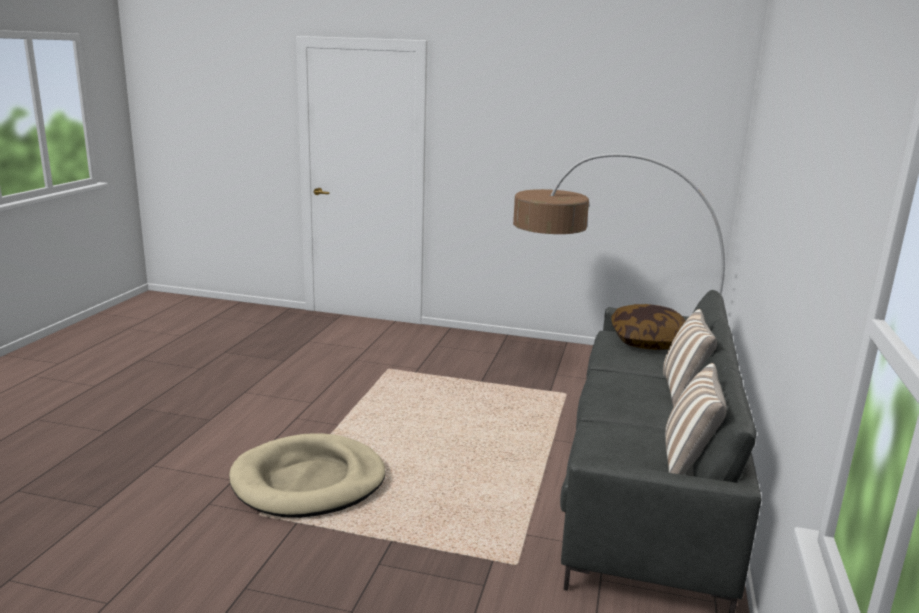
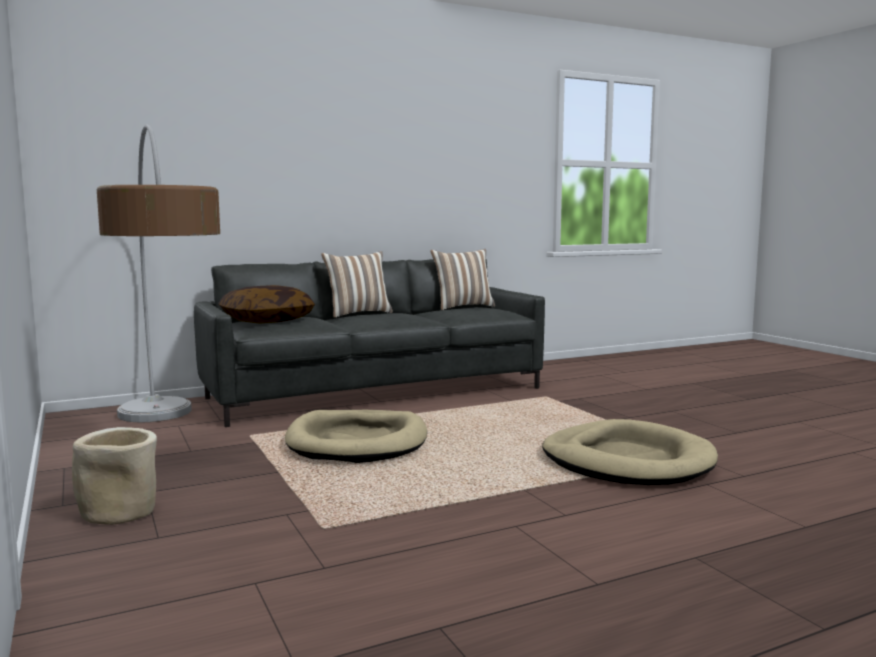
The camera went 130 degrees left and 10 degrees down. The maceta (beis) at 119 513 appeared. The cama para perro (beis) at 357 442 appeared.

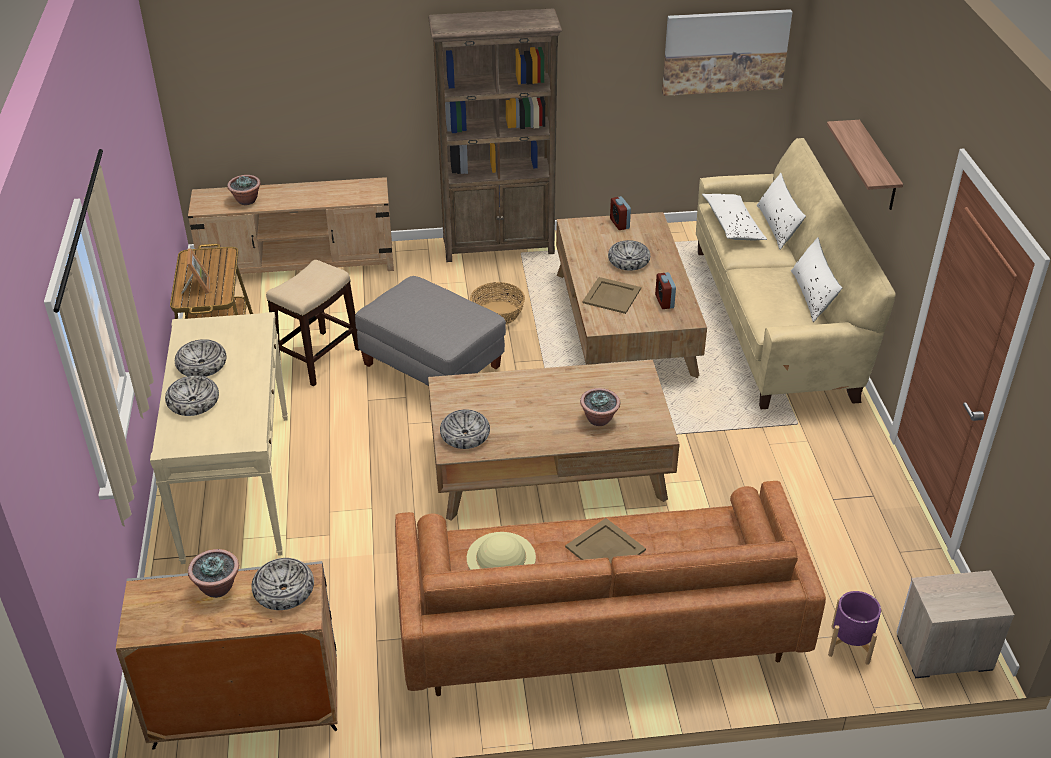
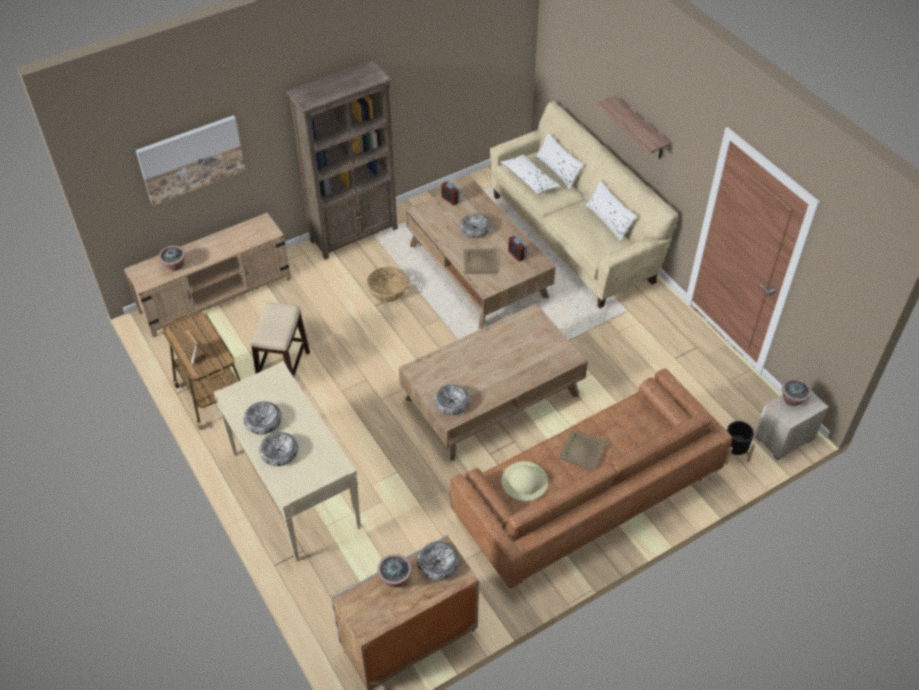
The camera went 25 degrees left and 10 degrees up. The puf (gris) at 432 367 disappeared. The planta en maceta moved from 599 419 to 792 400. The cuadro moved from 725 51 to 191 159. The maceta (morado) at 850 645 became the maceta (negro) at 733 453.

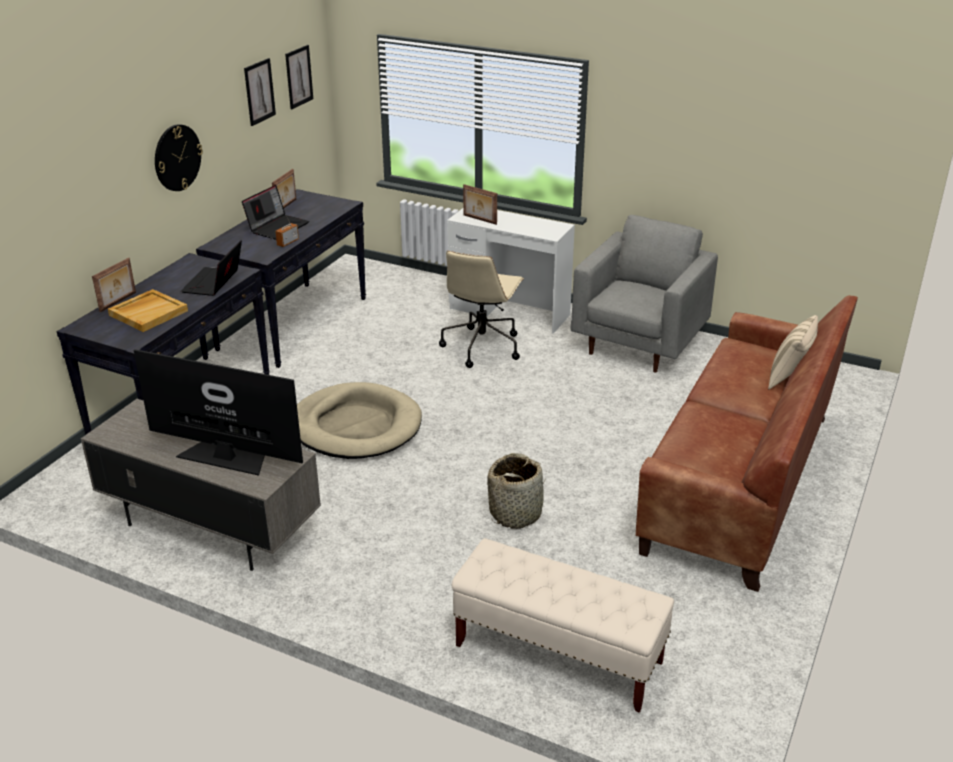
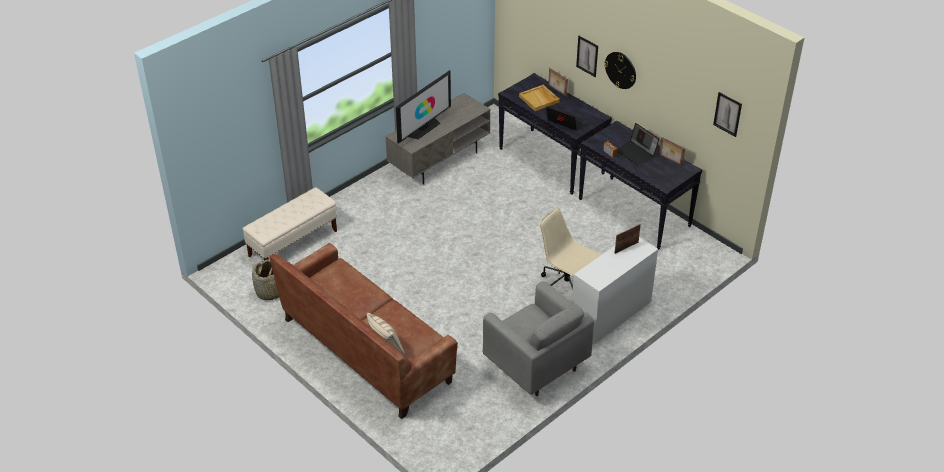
The camera went 110 degrees right and 10 degrees up. The cama para perro (beis) at 355 426 disappeared. The cuadro moved from 259 91 to 587 56. The cesta moved from 516 513 to 270 292.

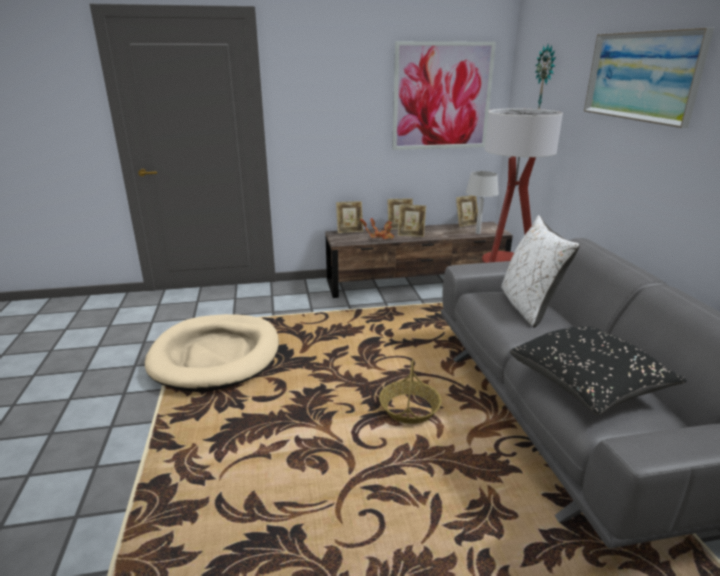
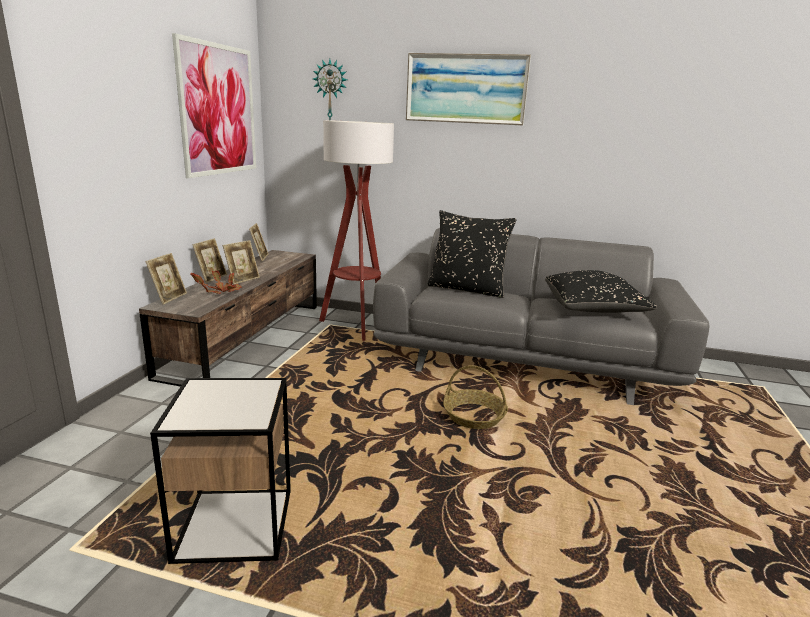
The camera went 65 degrees left and 5 degrees down. The lámpara de mesa (gris) at 477 233 disappeared. The cama para perro (beis) at 216 356 was replaced by the mesa auxiliar at 235 525. The cojín (blanco) at 528 306 became the cojín (negro) at 467 289.

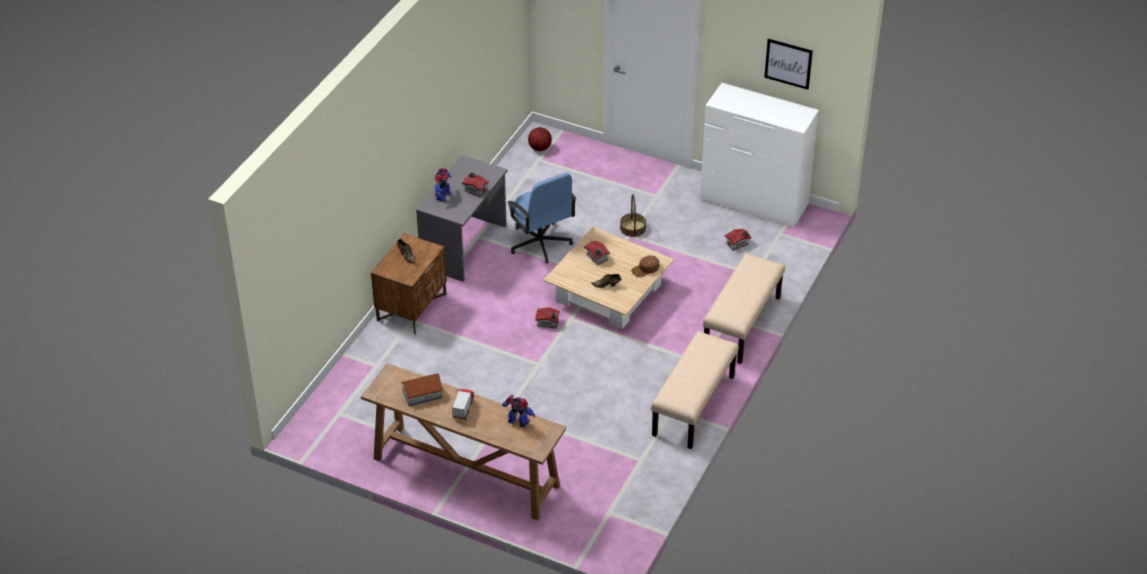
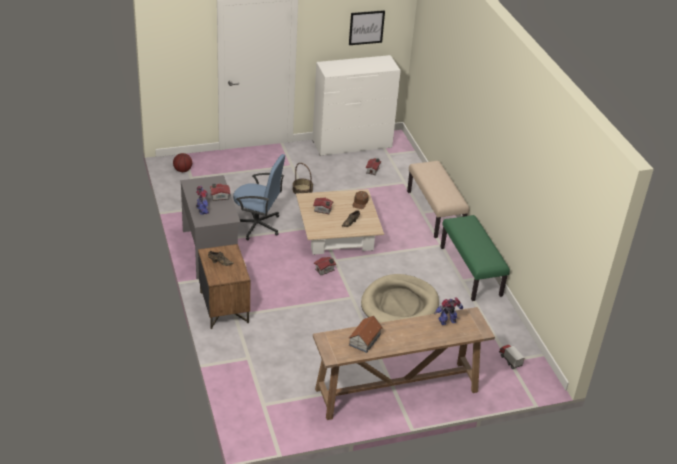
The camera went 45 degrees left and 5 degrees down. The cama para perro (beis) at 400 305 appeared. The camión de juguete moved from 463 409 to 510 360. The banco (beis) at 694 406 became the banco (verde) at 471 271.

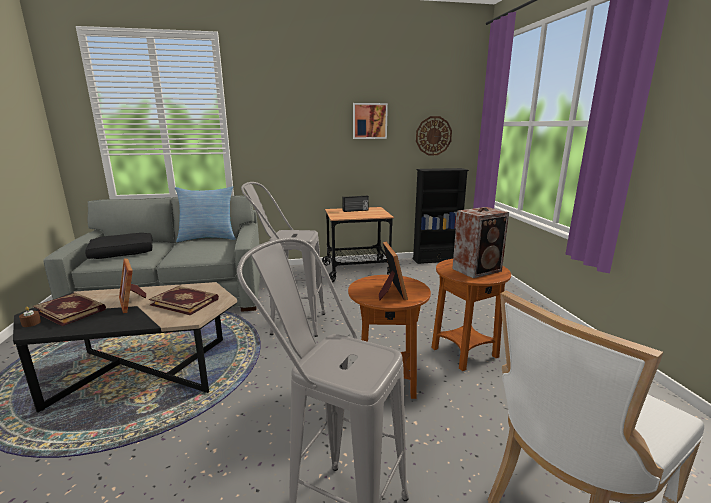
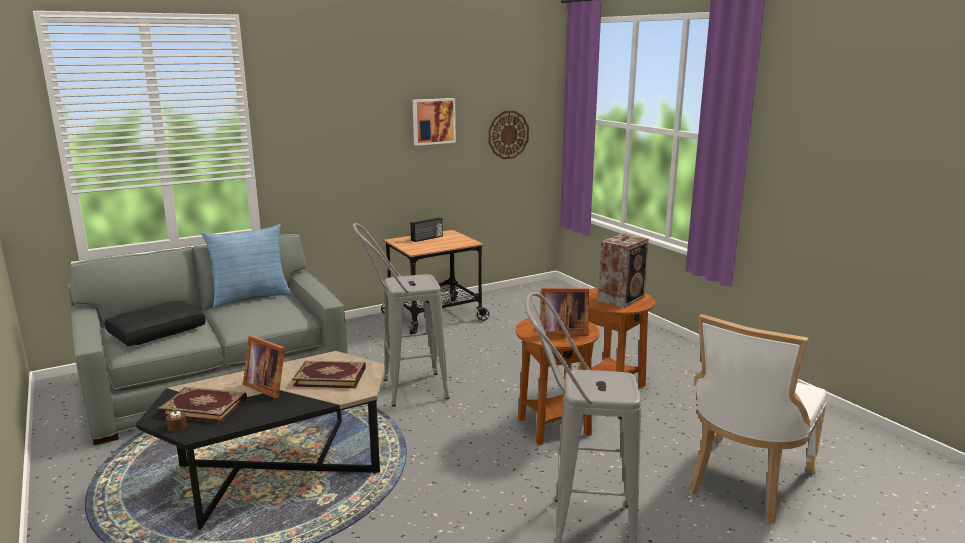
The camera went 20 degrees left and 0 degrees up. The estantería (negro) at 436 259 disappeared. The portarretratos at 390 292 turned 120 degrees clockwise.

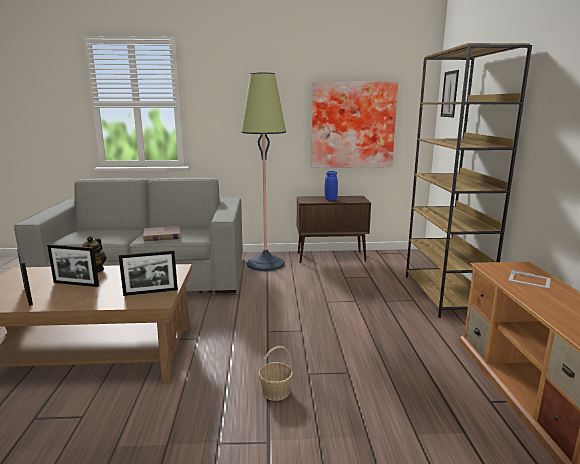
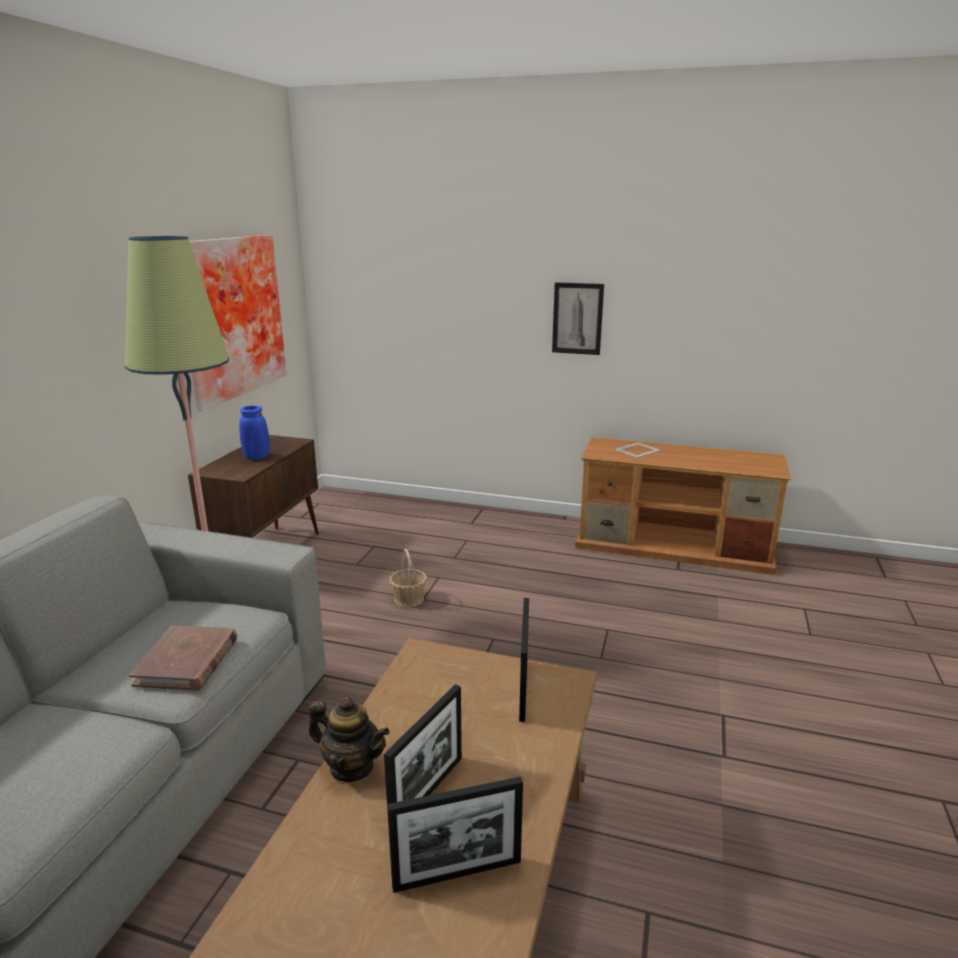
The camera went 70 degrees left and 5 degrees up. The estantería (marrón) at 445 294 disappeared. The cesta moved from 275 391 to 408 599. The cuadro moved from 449 94 to 577 318.

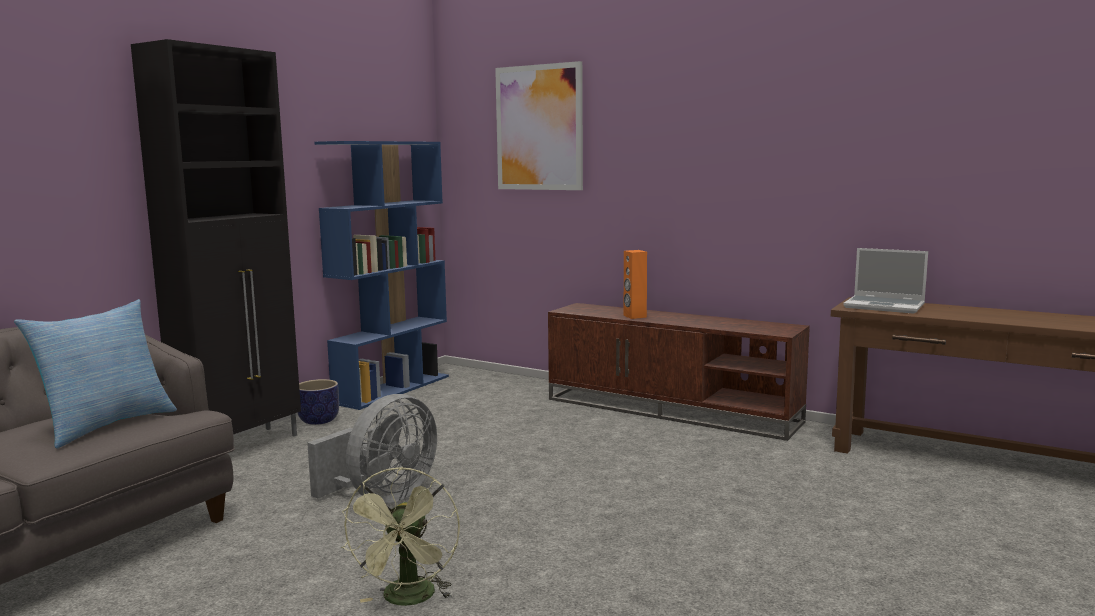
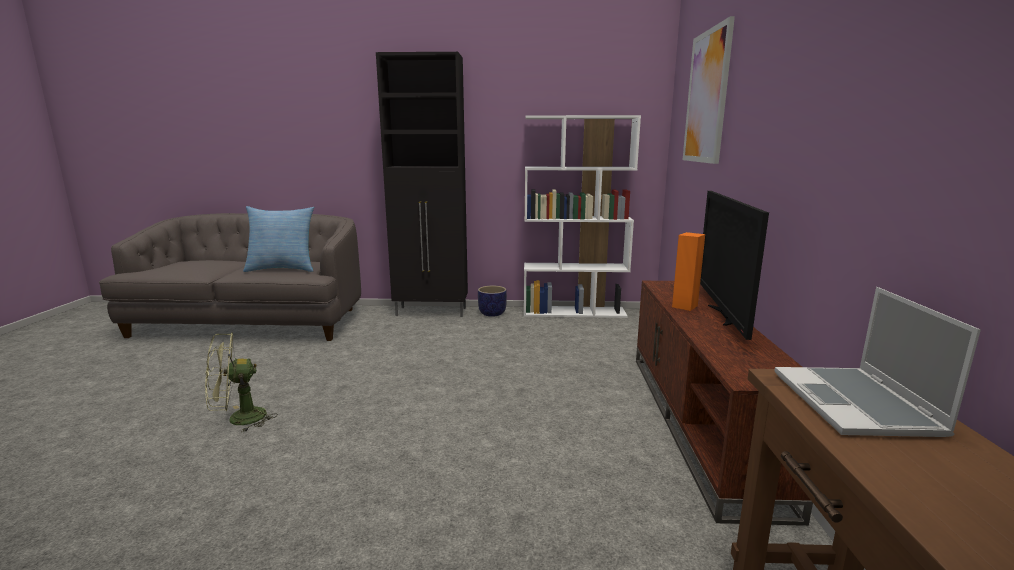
The camera went 60 degrees right and 5 degrees up. The ventilador (gris) at 383 497 disappeared. The televisor at 722 315 appeared. The estantería (azul) at 393 389 became the estantería (blanco) at 574 312.

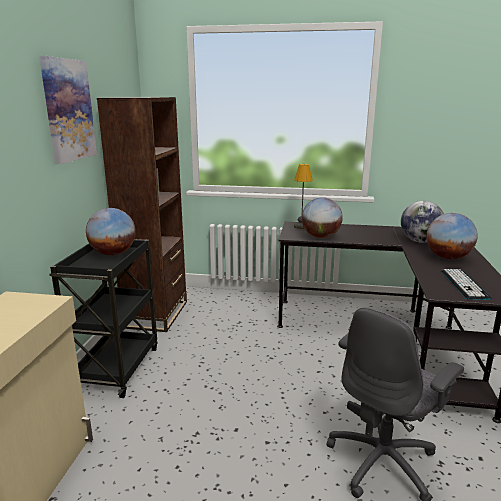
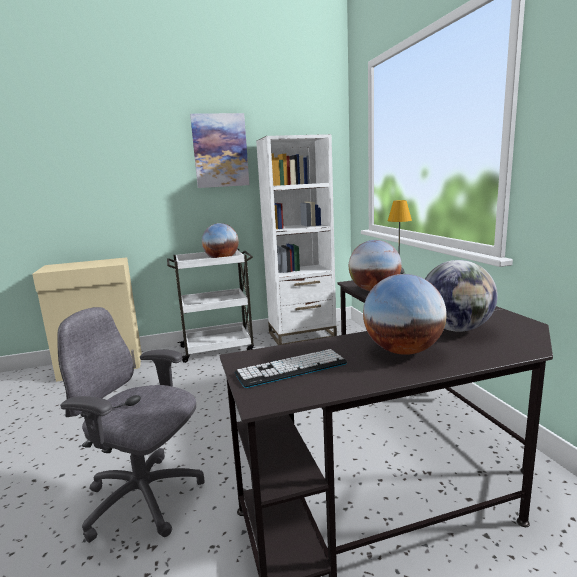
The camera went 65 degrees right and 5 degrees down. The carrito (negro) at 117 367 became the carrito (blanco) at 218 349. The estantería (marrón) at 156 314 became the estantería (blanco) at 302 335.

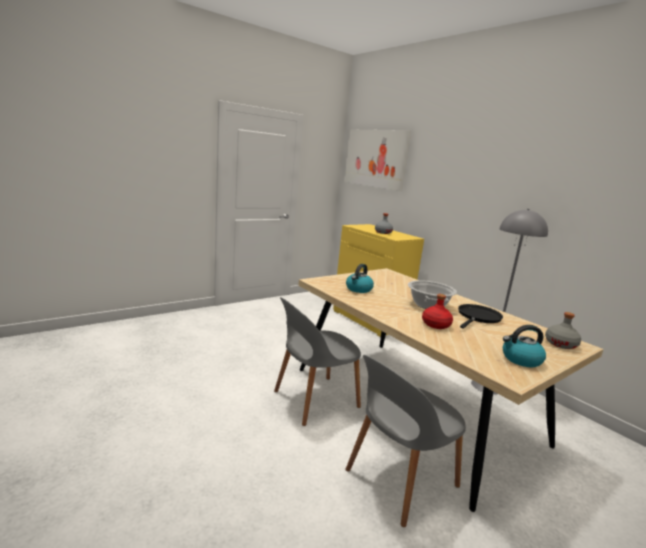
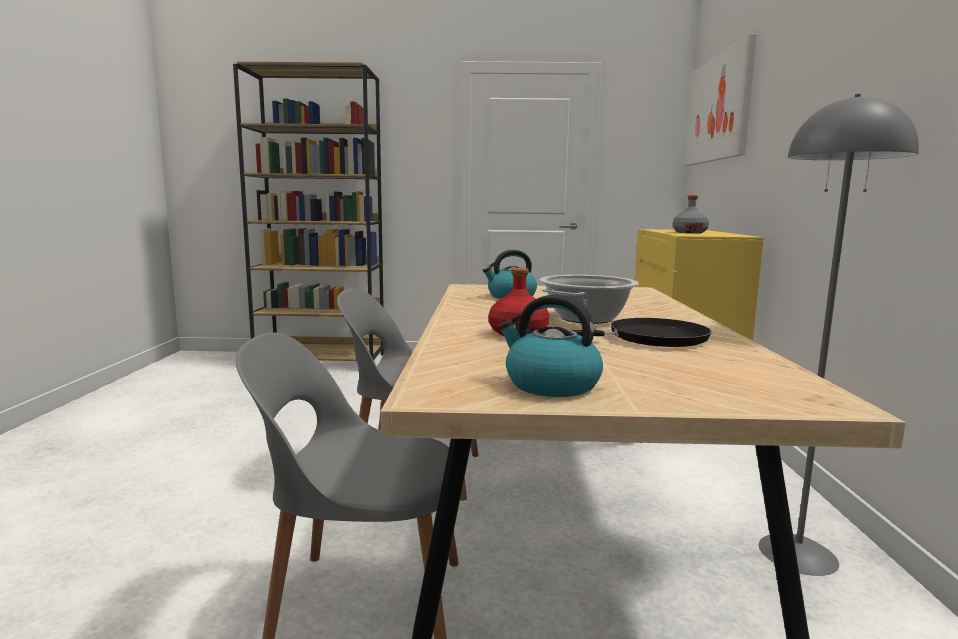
The camera went 40 degrees right and 5 degrees down. The botella (gris) at 560 344 disappeared. The estantería (marrón) at 322 361 appeared.

